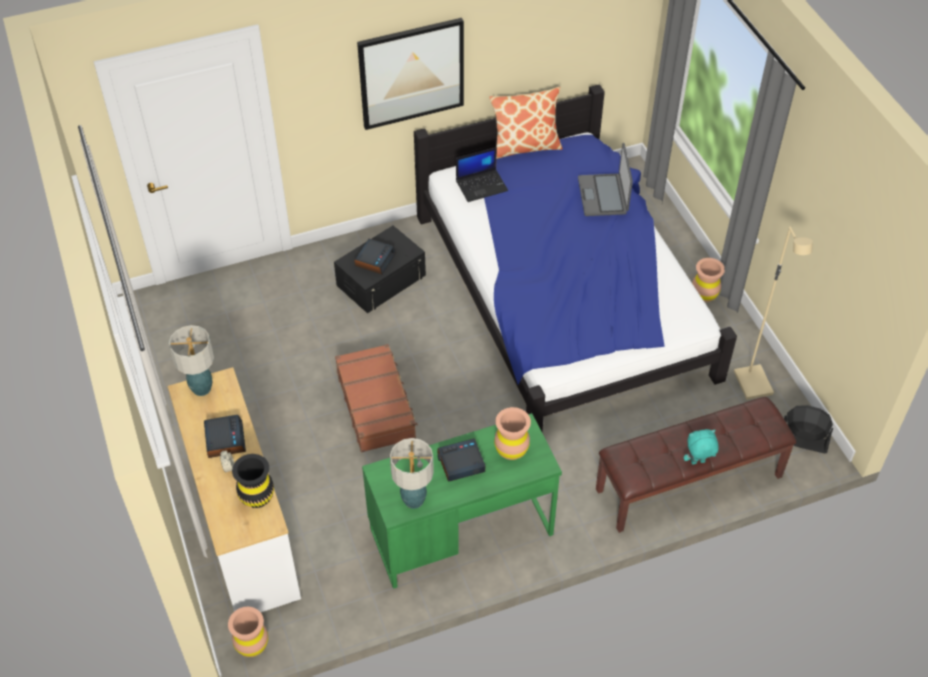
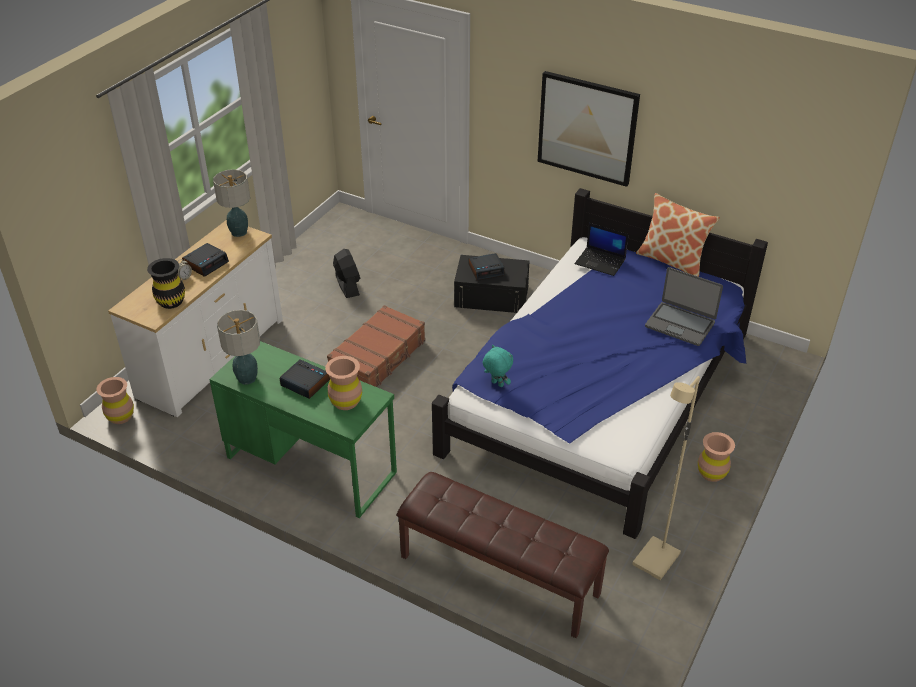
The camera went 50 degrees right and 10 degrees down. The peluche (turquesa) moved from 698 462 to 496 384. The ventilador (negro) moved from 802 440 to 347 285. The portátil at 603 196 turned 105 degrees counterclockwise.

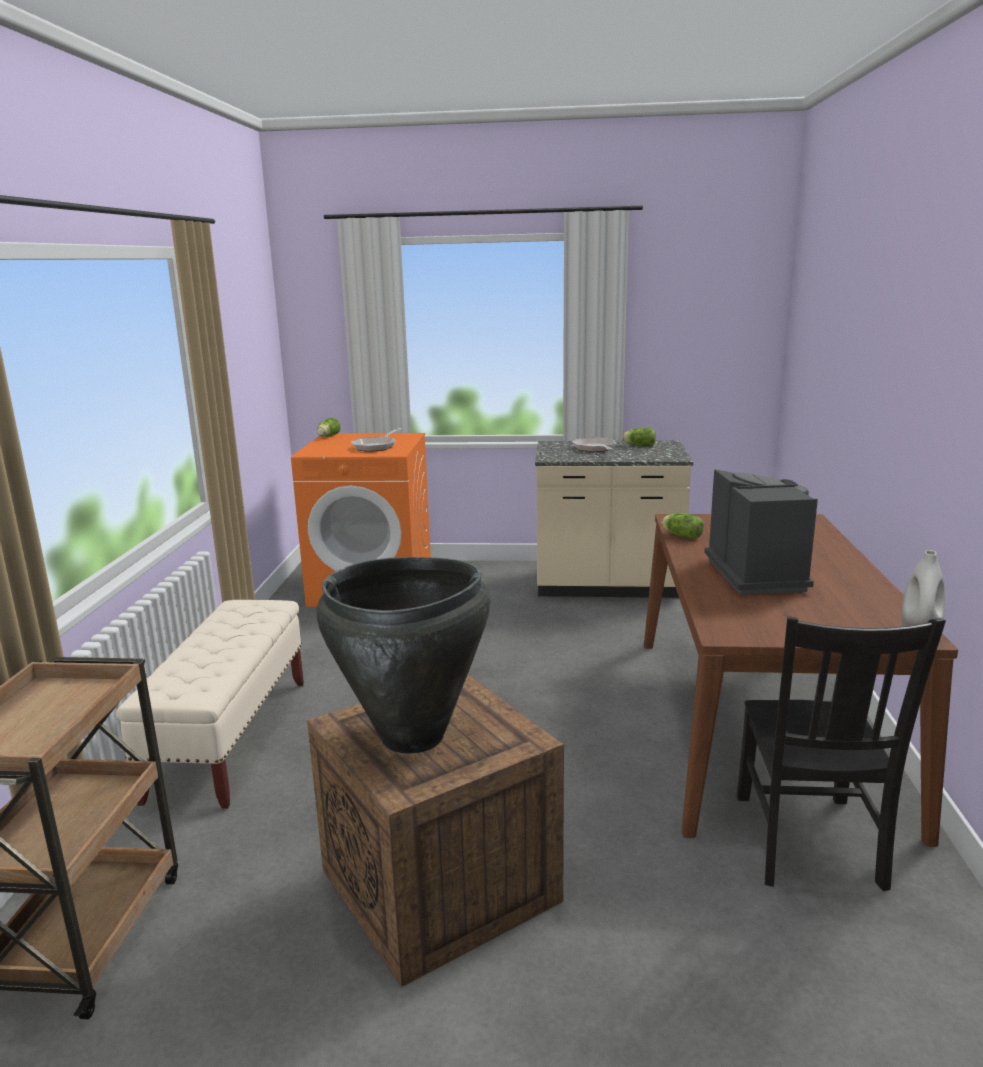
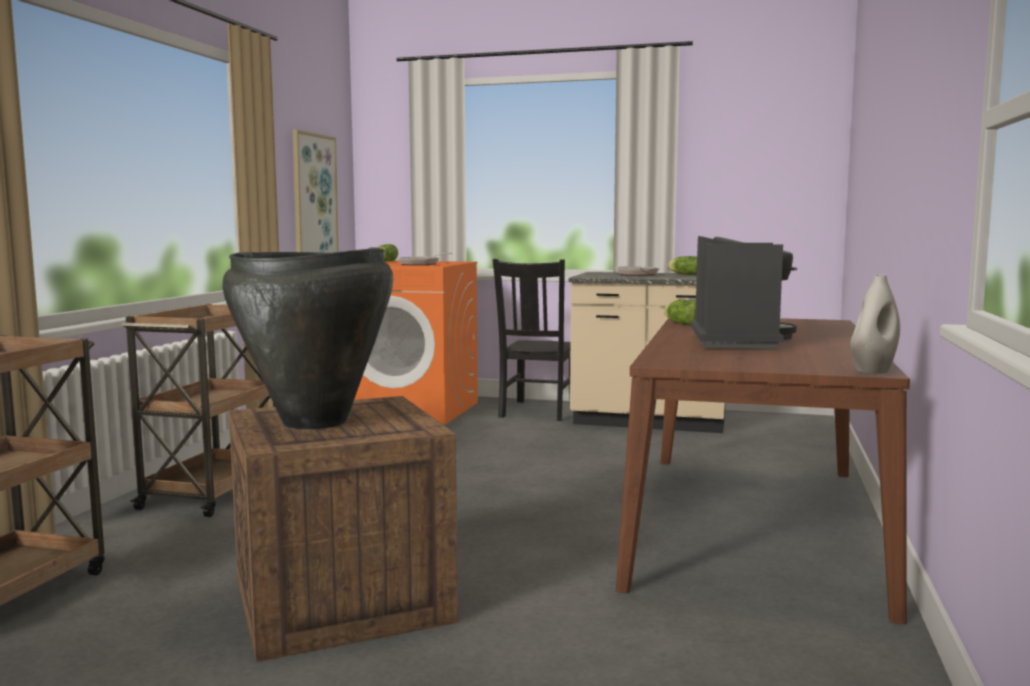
The camera went 10 degrees right and 10 degrees down. The cuadro at 314 198 appeared. The silla (negro) moved from 808 843 to 537 411. The banco (beis) at 231 738 was replaced by the carrito (marrón) at 214 492.

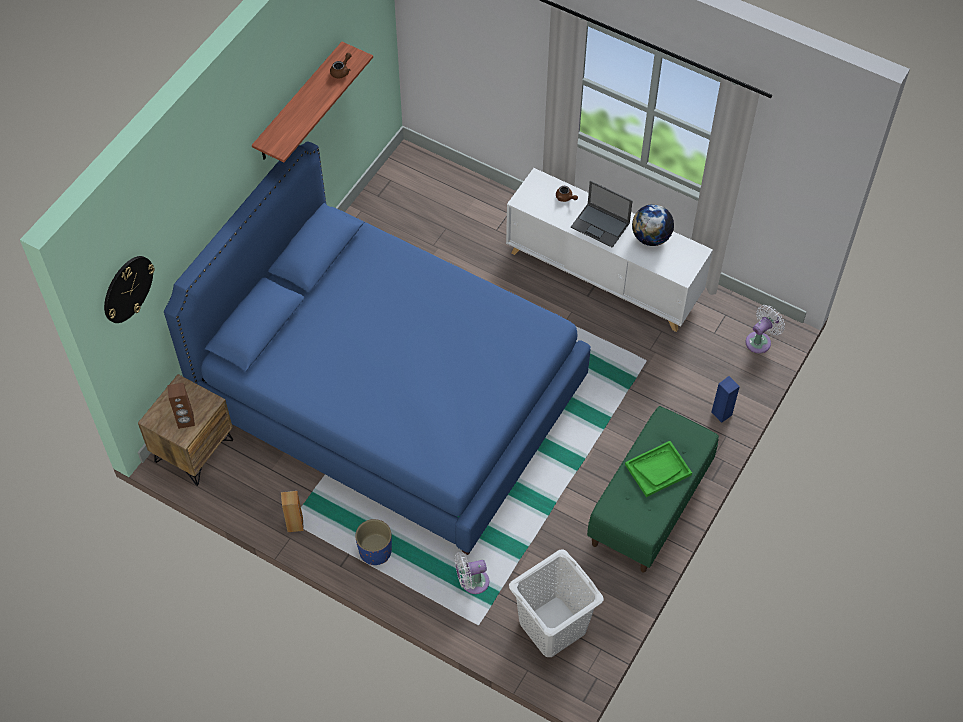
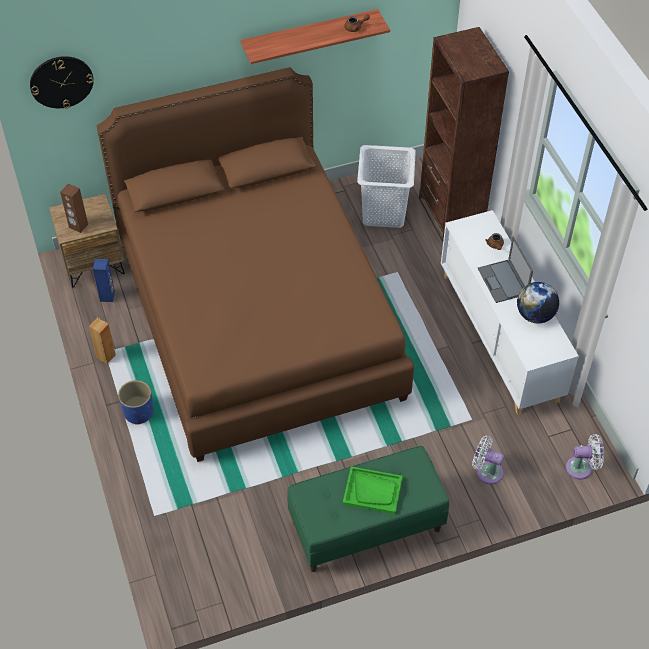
The camera went 40 degrees right and 5 degrees down. The estantería (marrón) at 451 214 appeared. The ventilador (blanco) moved from 472 582 to 486 471. The cesto de la ropa (blanco) moved from 552 626 to 383 212. The altavoz (azul) moved from 721 413 to 107 296. The cama (azul) at 391 395 became the cama (marrón) at 257 316.

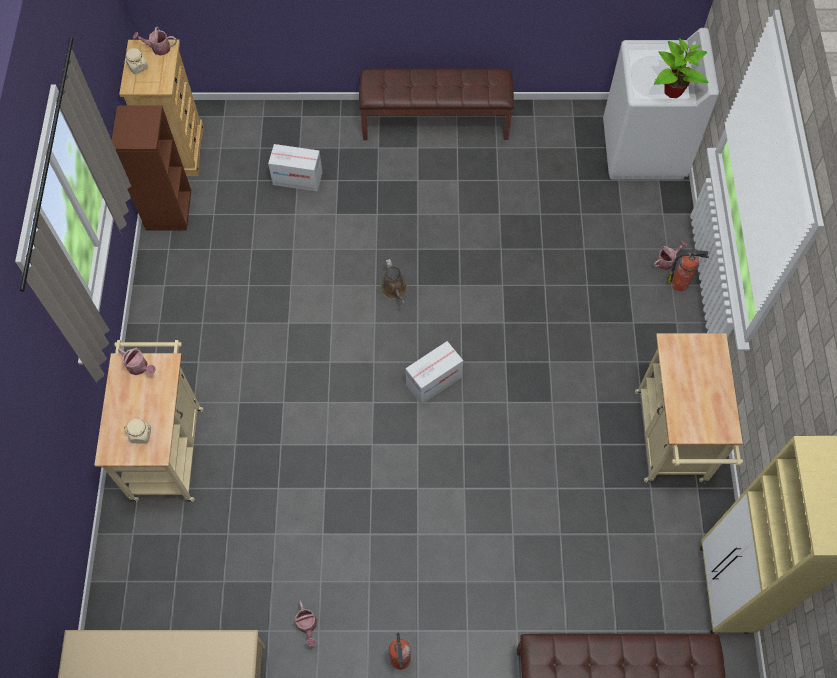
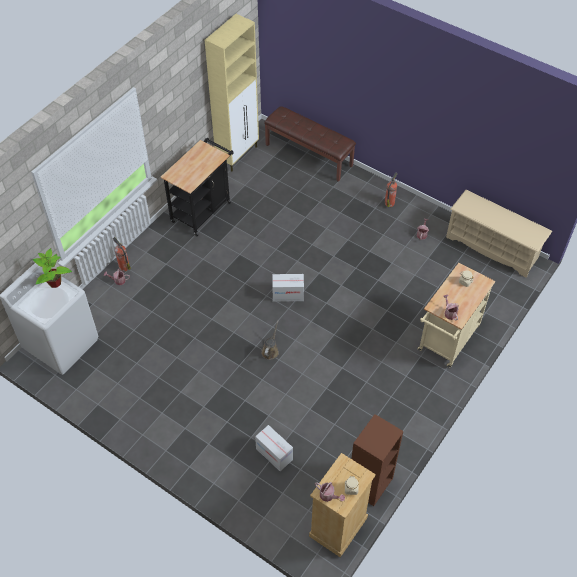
The camera went 145 degrees left and 10 degrees down. The banco (marrón) at 435 122 disappeared. The carrito (beis) at 671 443 became the carrito (negro) at 203 209.

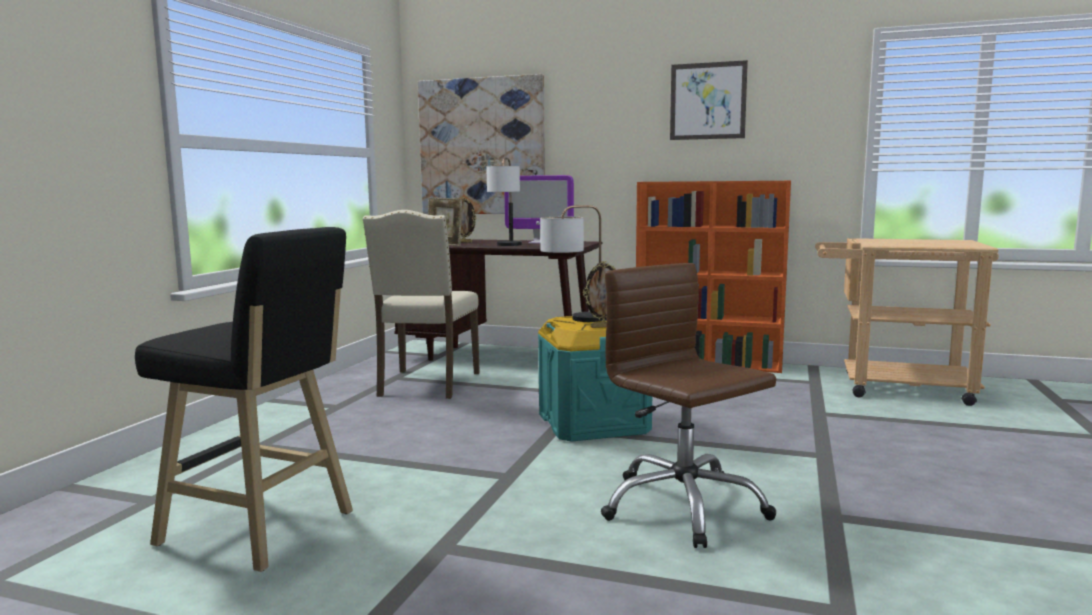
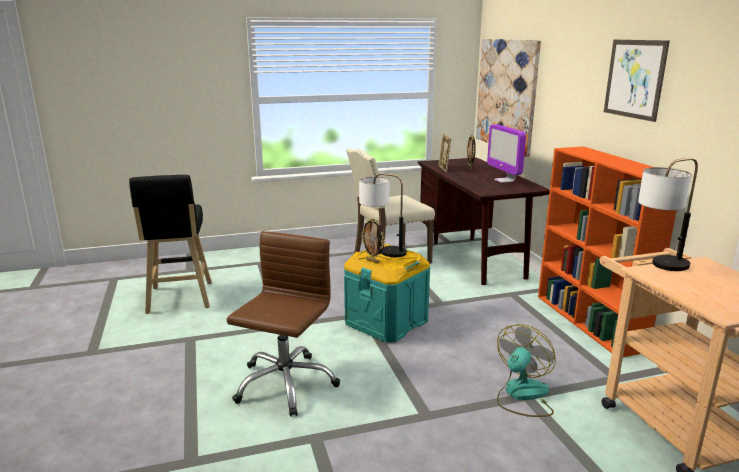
The camera went 55 degrees right and 10 degrees up. The ventilador at 522 395 appeared. The lámpara de mesa moved from 506 246 to 658 267.

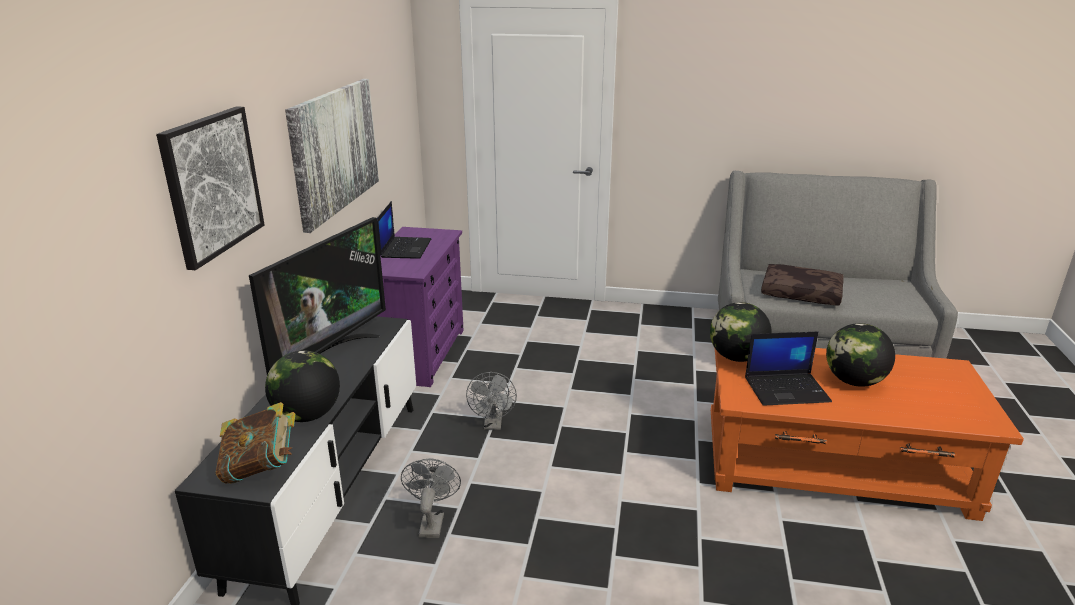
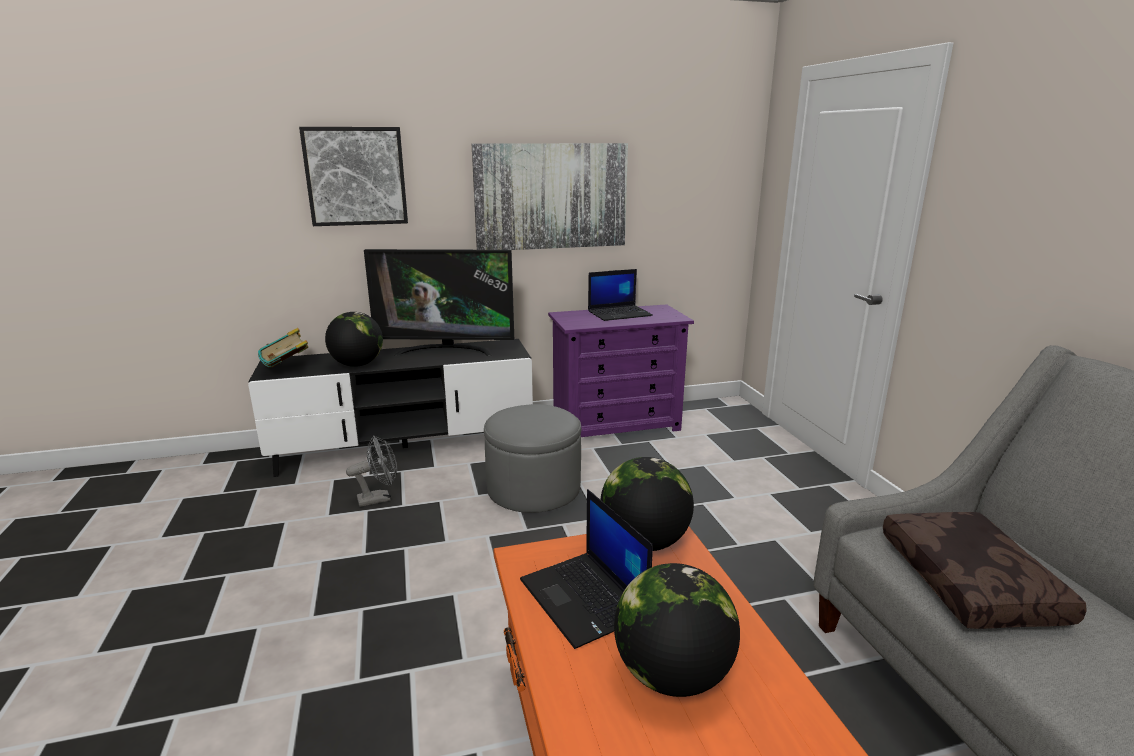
The camera went 65 degrees right and 5 degrees down. The ventilador (gris) at 493 425 was replaced by the puf (gris) at 534 488.

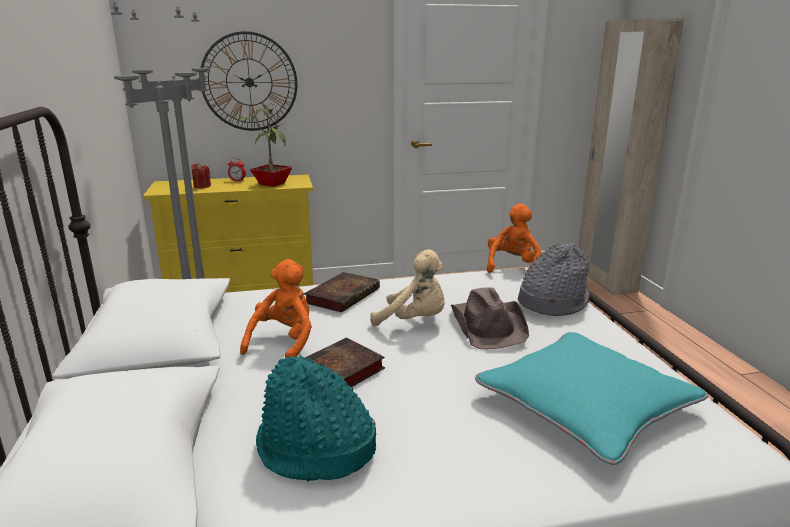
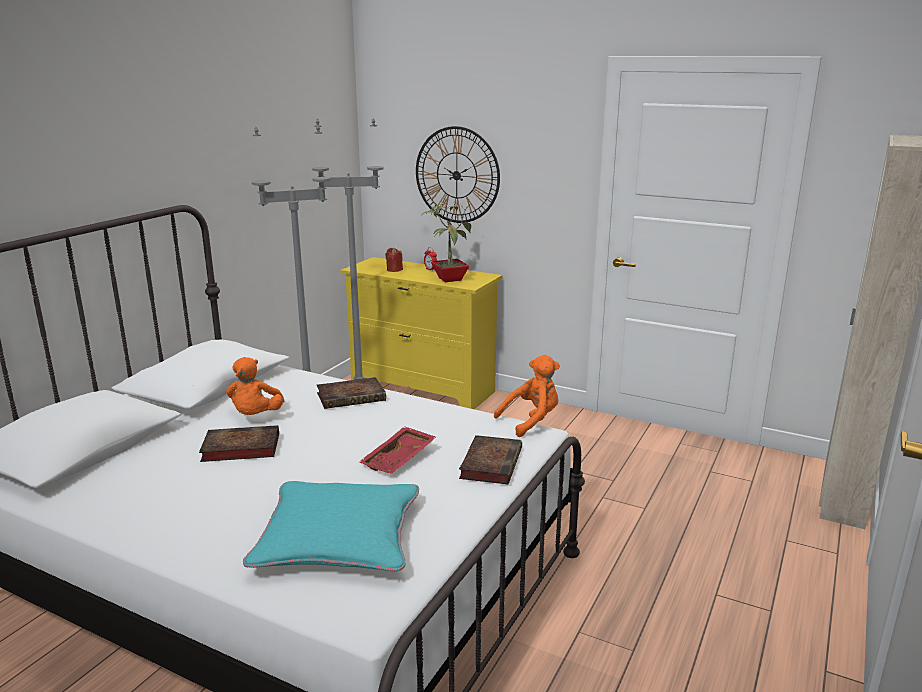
The camera went 40 degrees right and 0 degrees up. The sombrero (turquesa) at 314 449 disappeared. The peluche (beis) at 414 321 disappeared. The sombrero (marrón) at 488 325 was replaced by the bandeja (rojo) at 399 459. The sombrero (gris) at 552 302 was replaced by the libro at 491 463. The peluche (naranja) at 284 343 turned 120 degrees clockwise.

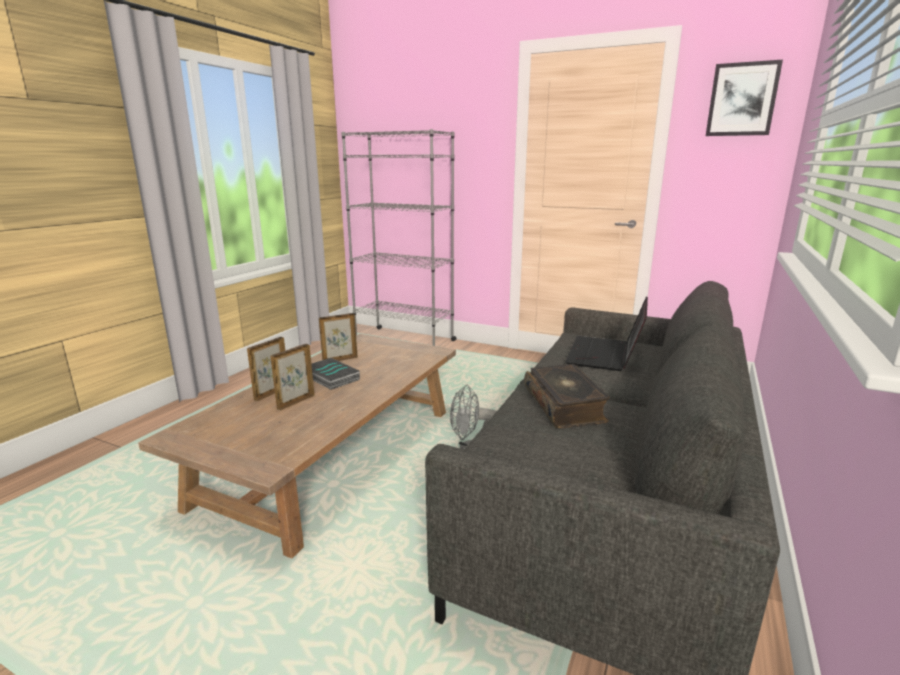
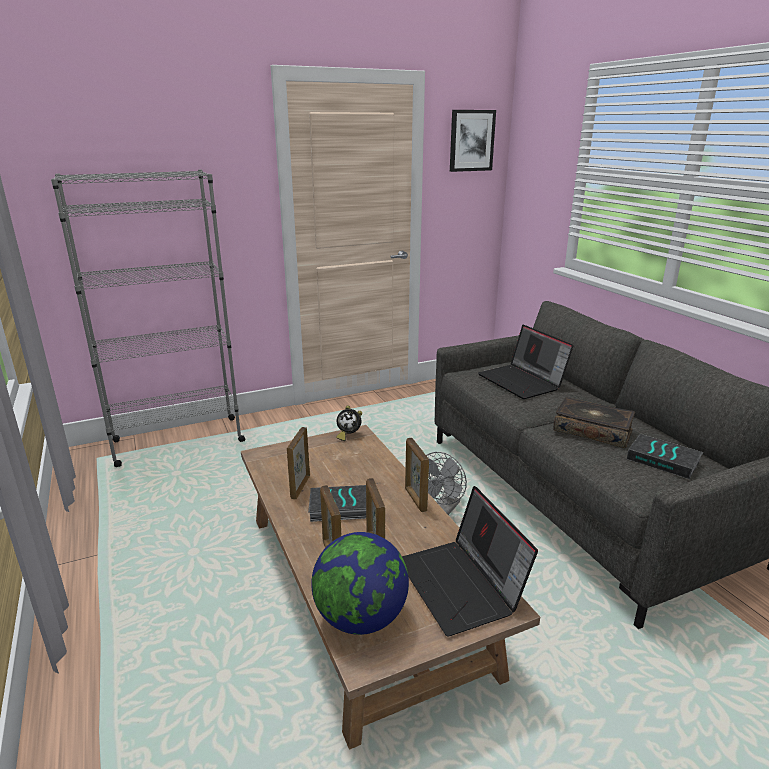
The camera went 50 degrees left and 5 degrees up. The globo terráqueo at 360 618 appeared. The despertador at 348 435 appeared. The portátil at 462 585 appeared. The portarretratos at 415 499 appeared. The libro at 664 460 appeared.

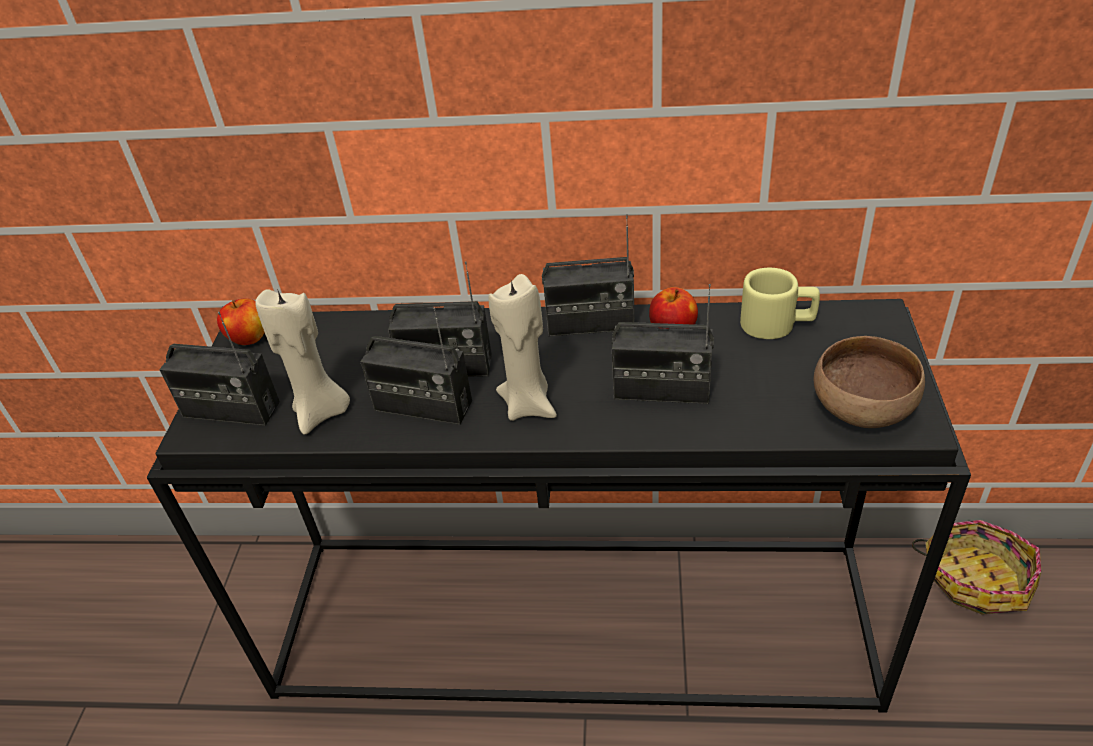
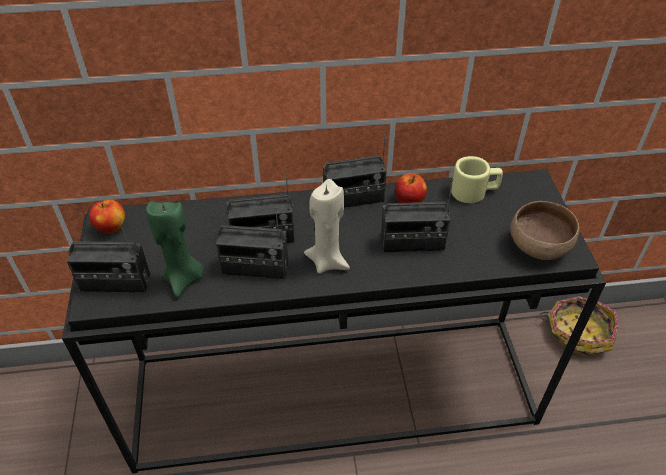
The camera went 15 degrees left and 5 degrees up. The vela (beis) at 322 412 became the vela (verde) at 184 279.

